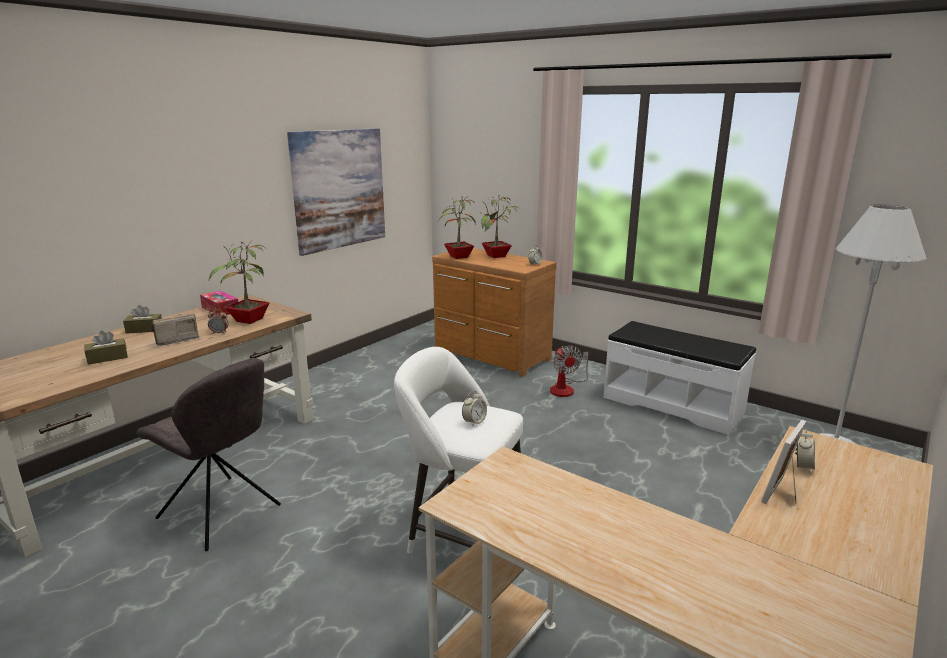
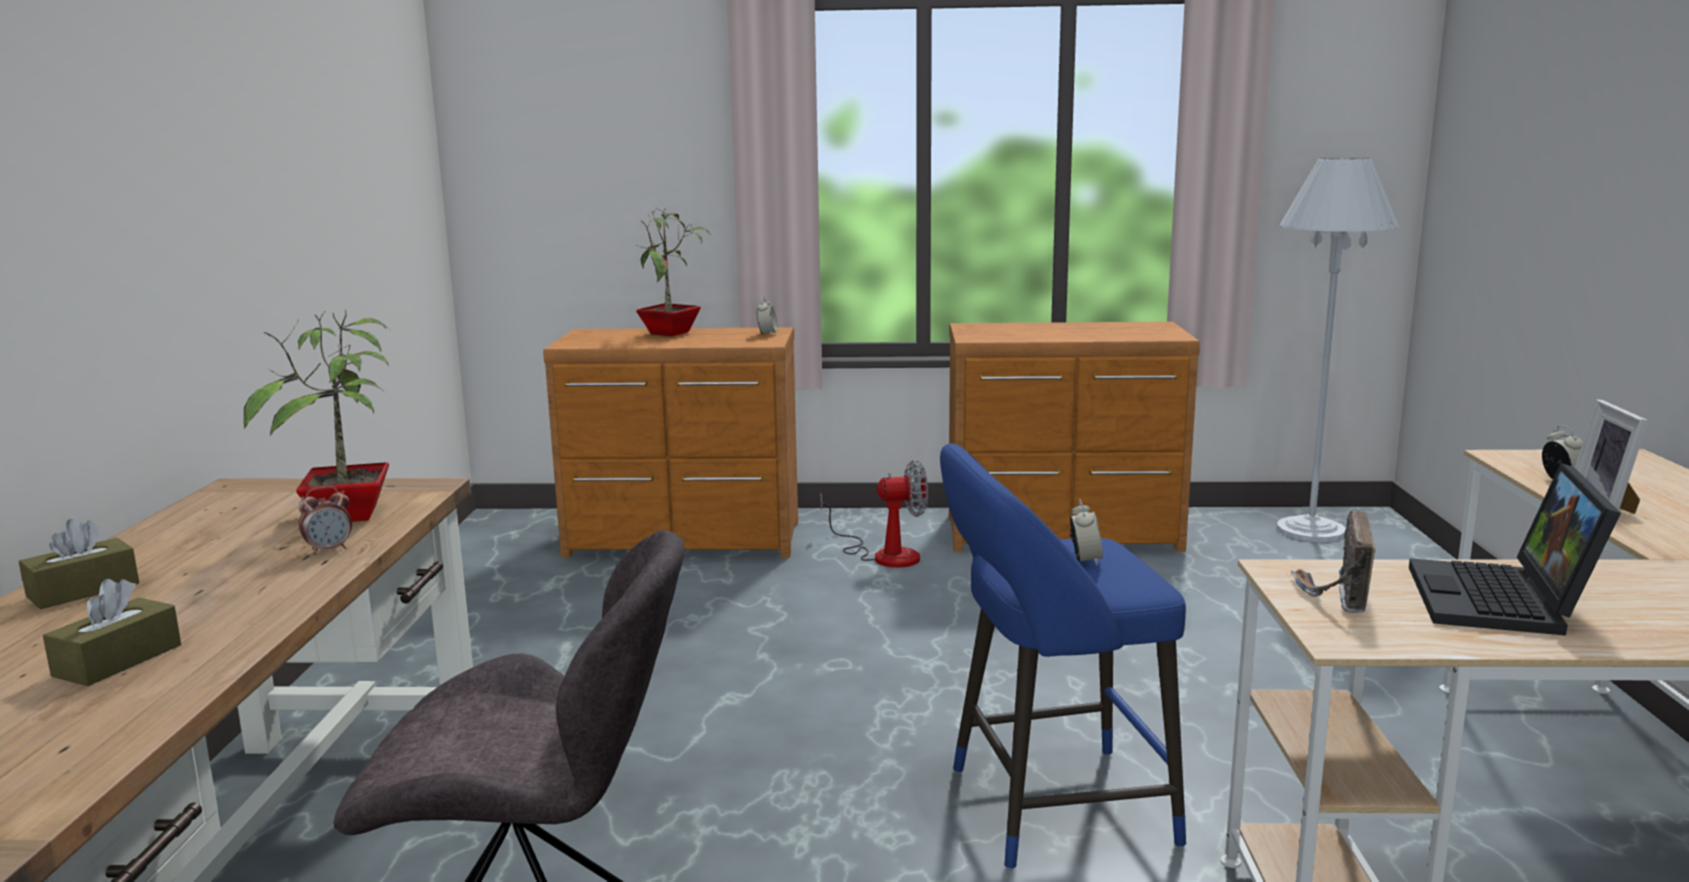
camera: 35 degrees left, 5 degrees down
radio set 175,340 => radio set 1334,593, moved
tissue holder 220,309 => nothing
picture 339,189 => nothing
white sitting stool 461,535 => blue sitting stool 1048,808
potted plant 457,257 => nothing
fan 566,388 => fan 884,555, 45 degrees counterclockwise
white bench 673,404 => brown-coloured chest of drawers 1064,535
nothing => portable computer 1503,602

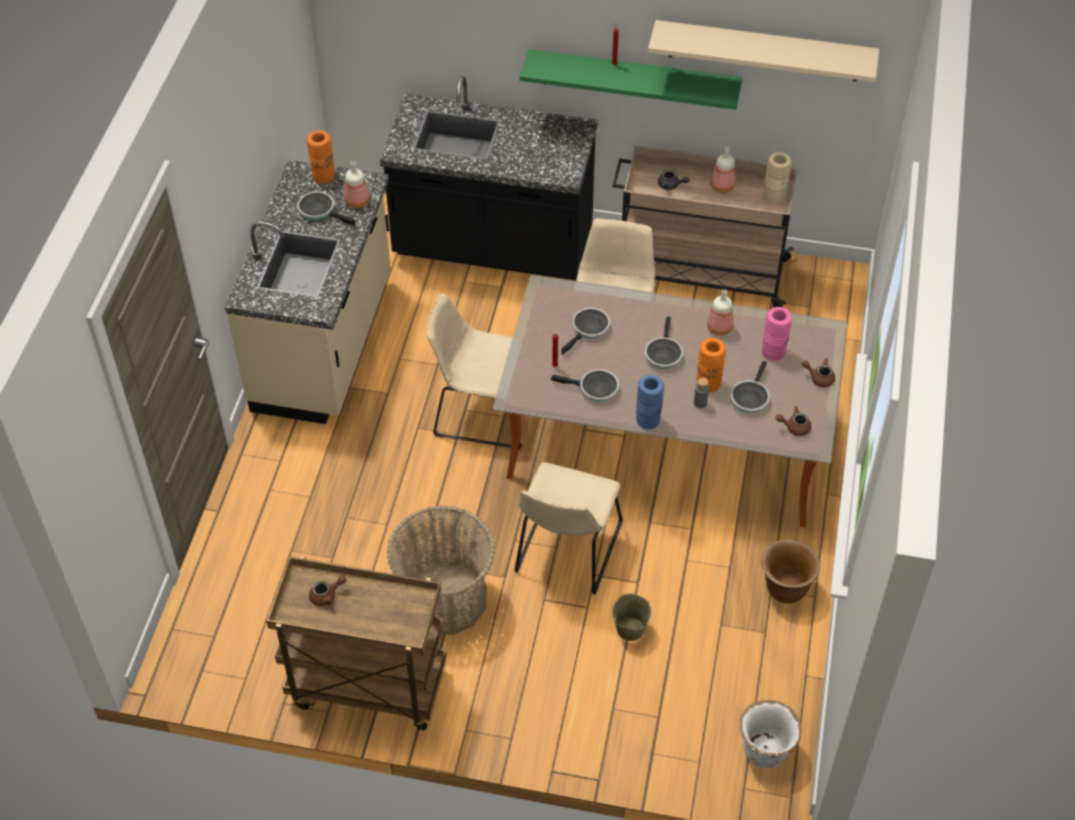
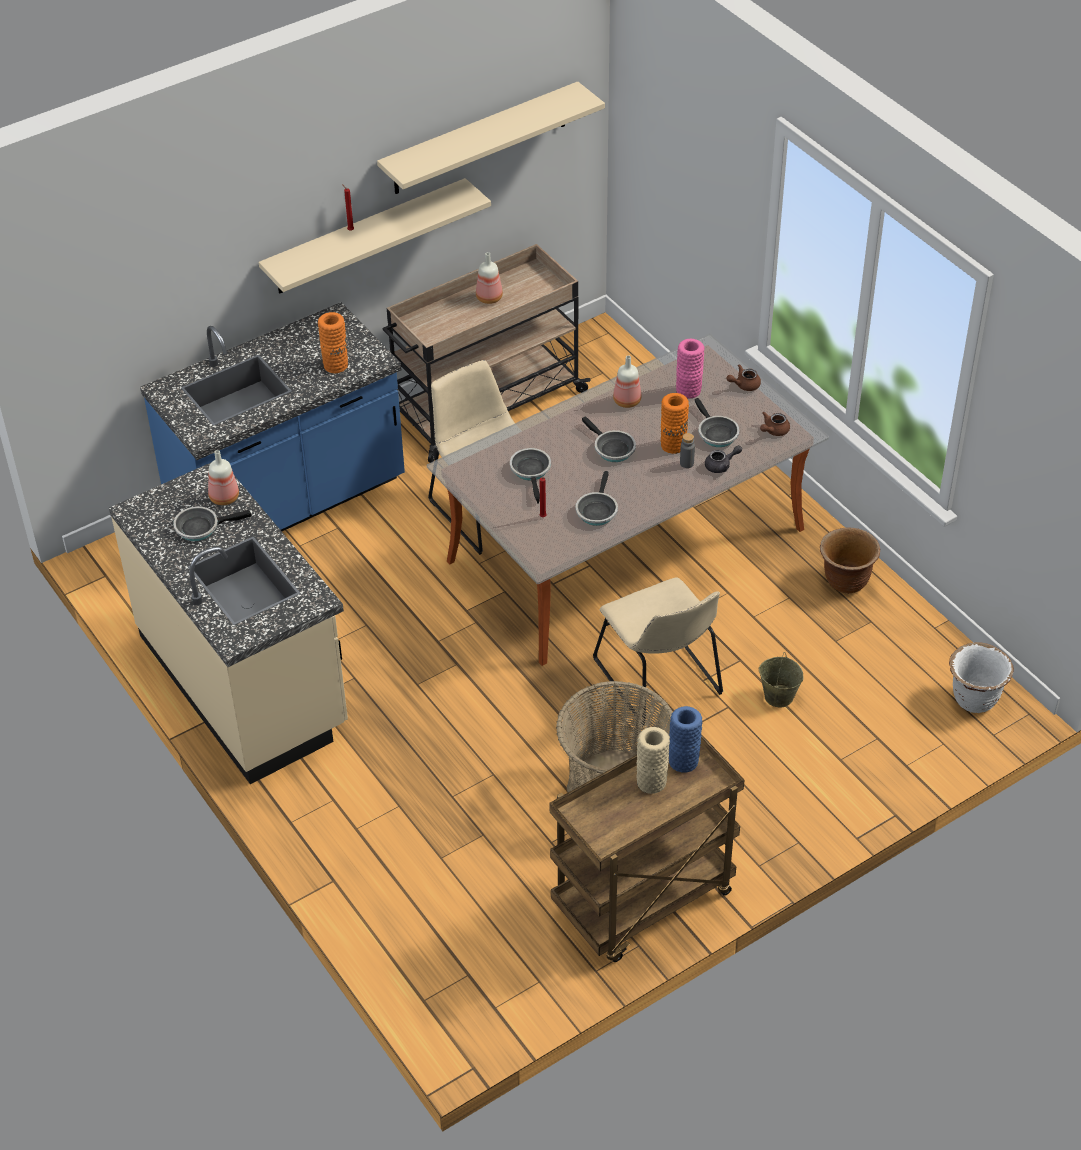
camera: 45 degrees left, 5 degrees down
orange vase 323,176 => orange vase 335,365, moved
brown-coloured teapot 327,595 => nothing
black kitchen base unit 493,248 => blue kitchen base unit 288,503
beige-coloured upright chair 480,411 => nothing
green-coloured bracket shelf 633,79 => beige-coloured bracket shelf 365,237
skillet 595,389 => skillet 597,510, 135 degrees clockwise
blue vase 648,420 => blue vase 683,761, moved
grey teapot 671,185 => grey teapot 721,465, moved
beige-coloured vase 774,197 => beige-coloured vase 651,782, moved

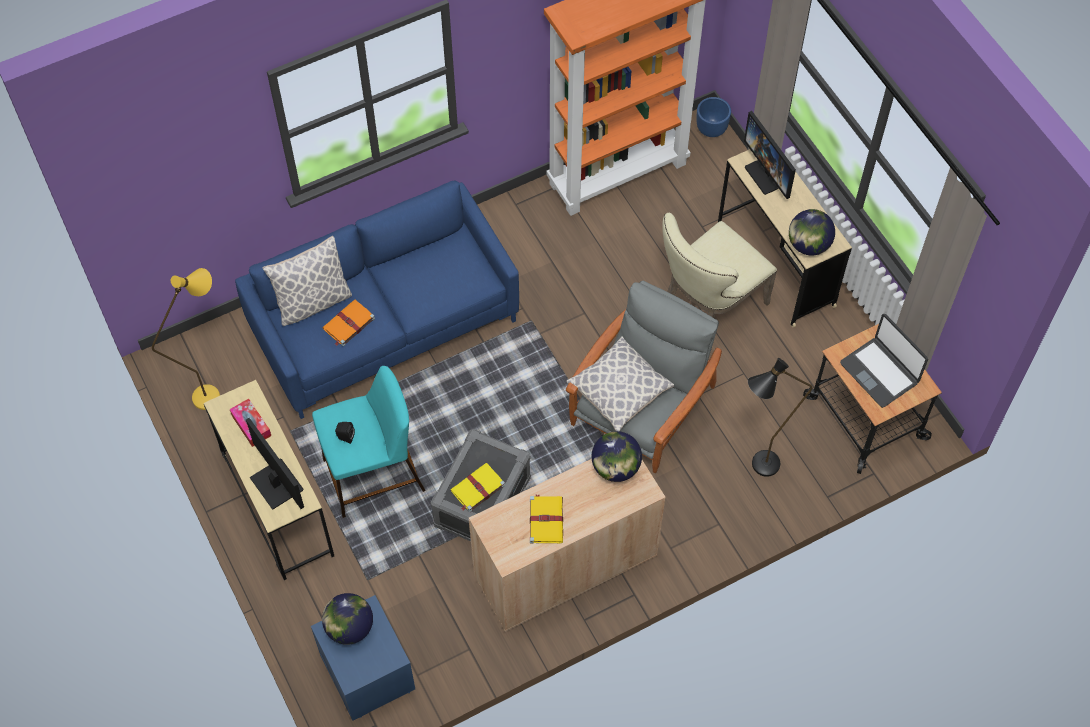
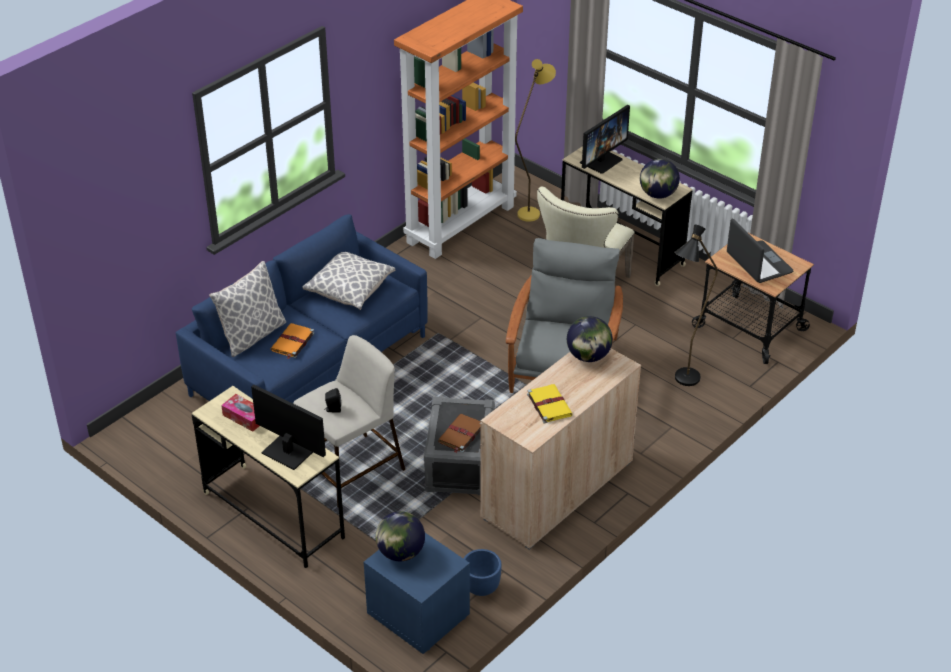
camera: 20 degrees left, 20 degrees down
yellow-coloured standard lamp 214,391 => yellow-coloured standard lamp 532,210, moved
blue-green sitting stool 372,476 => beige-coloured sitting stool 351,472
yellow-coloured volume 477,488 => brown-coloured volume 460,435
pillow 619,391 => pillow 350,290, moved
blue planter 711,129 => blue planter 482,587, moved
monitor 769,174 => monitor 601,161, 90 degrees counterclockwise
portable computer 879,372 => portable computer 758,263, 150 degrees counterclockwise

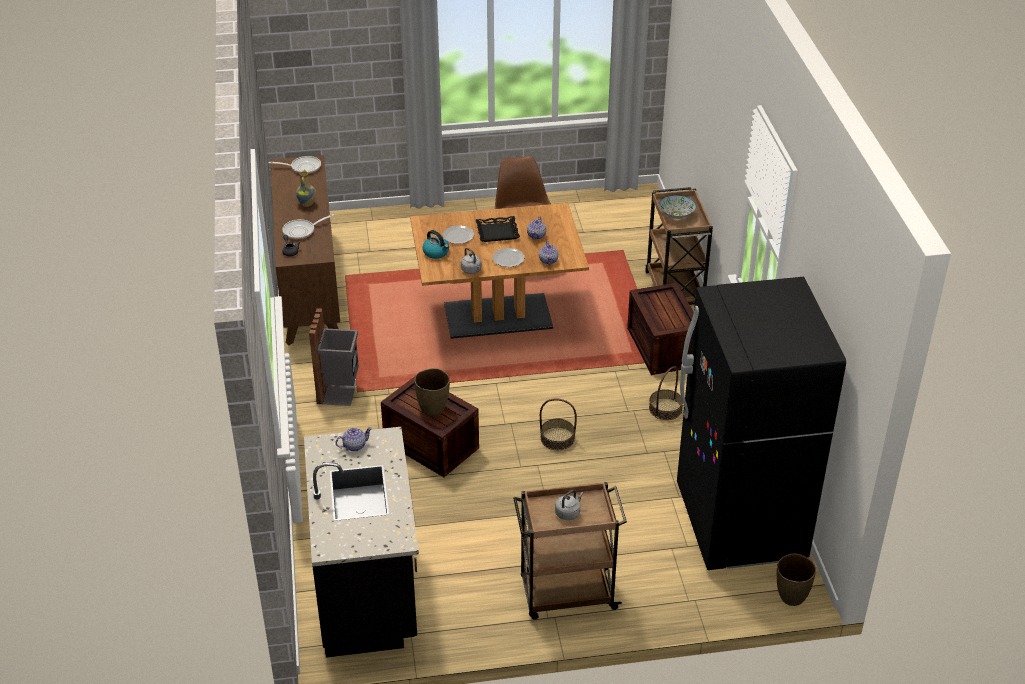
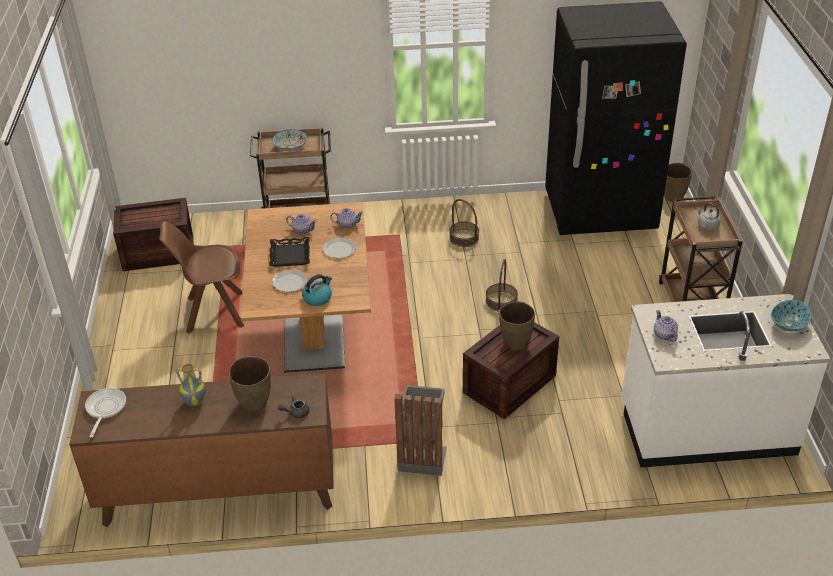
camera: 85 degrees left, 0 degrees up
skillet 302,231 => brown-coloured vase 254,404
black kitchen base unit 367,587 => white kitchen base unit 706,427
grey water kettle 472,270 => nothing
shipping crate 662,346 => shipping crate 157,252, moved
nothing => bowl 788,325

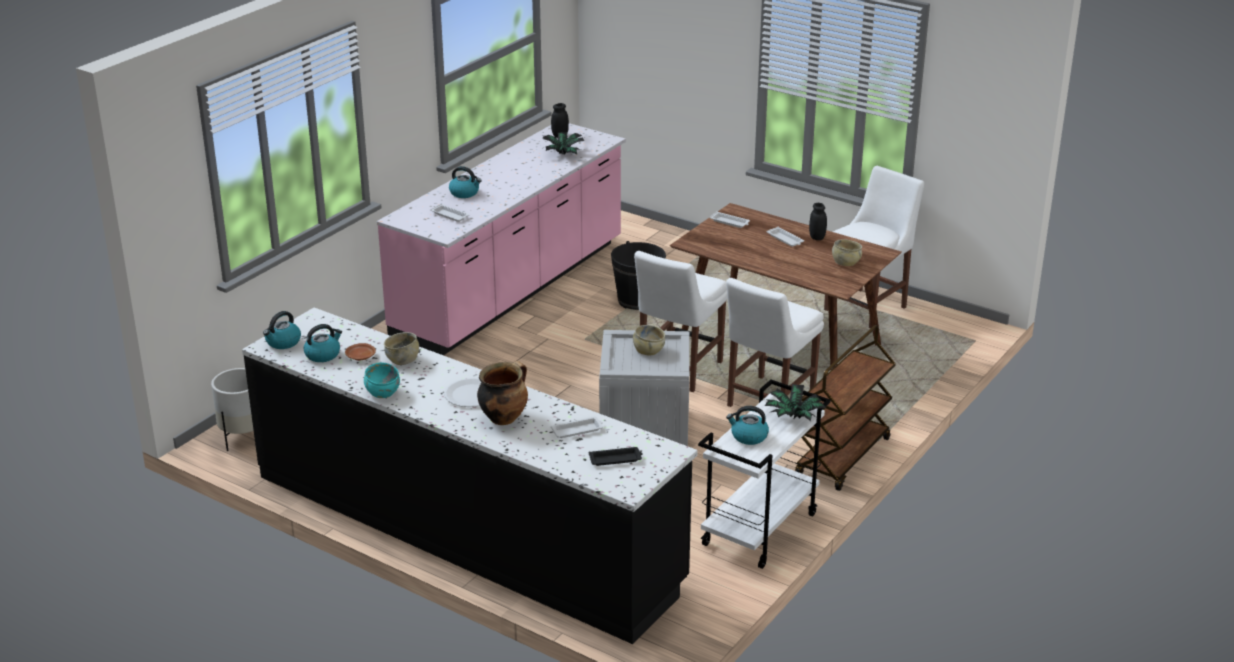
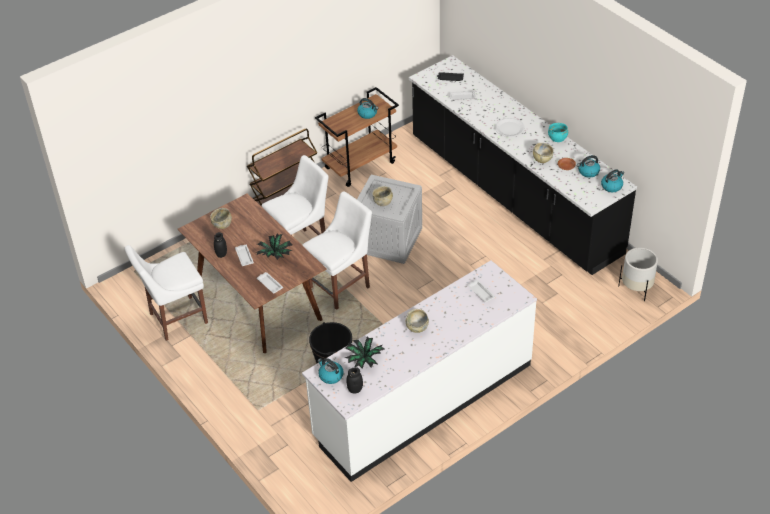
camera: 160 degrees left, 15 degrees up
pink-coloured kitchen base unit 511,290 => white kitchen base unit 423,401
water kettle 465,193 => water kettle 330,376, moved
cooking pot 504,417 => nothing
white cart 760,530 => brown-coloured cart 360,165
potted plant 794,417 => potted plant 275,255, moved
nothing => beige-coloured bowl 417,327

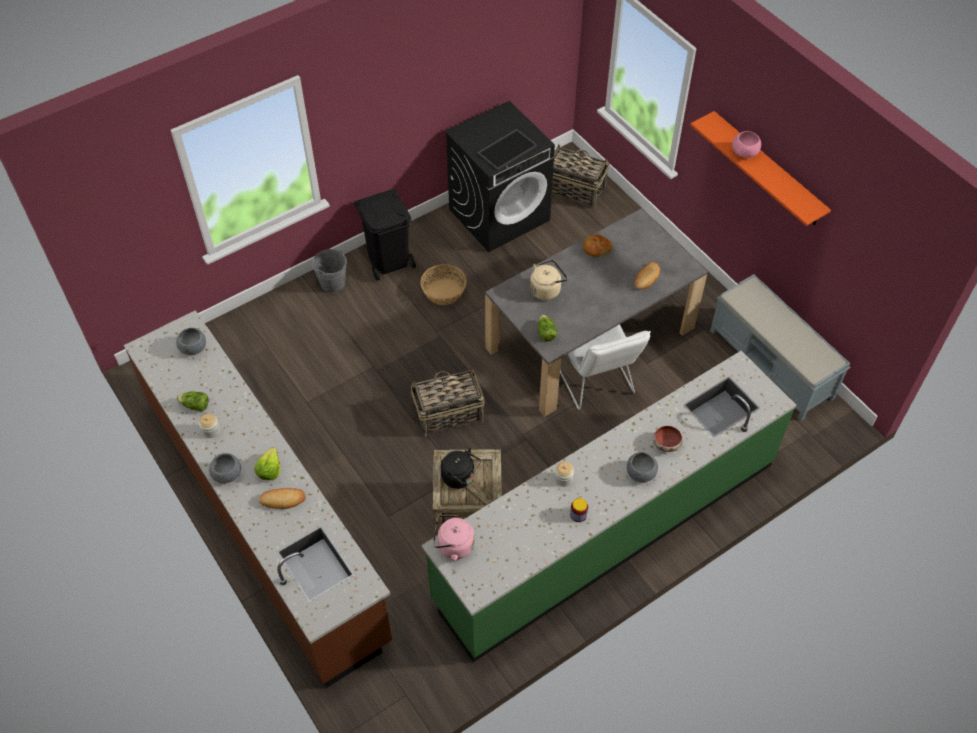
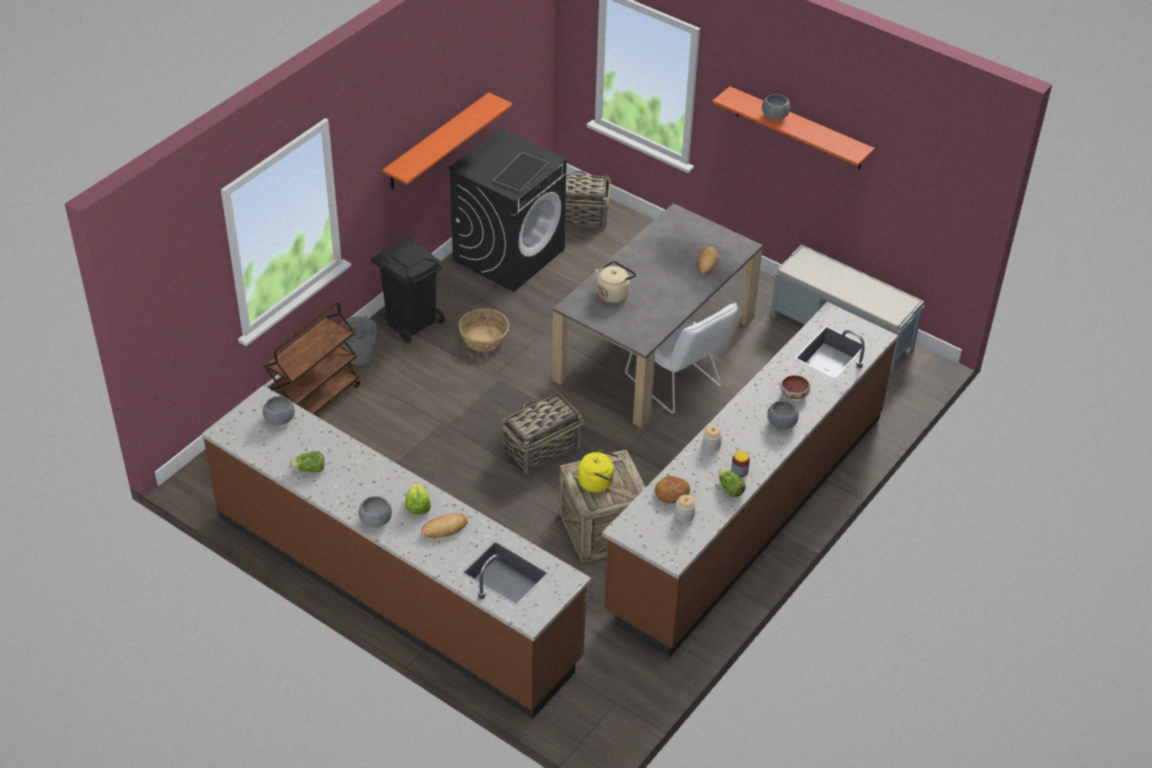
camera: 20 degrees left, 10 degrees down
preserve jar 211,431 => preserve jar 684,515, moved
green-coloured kitchen base unit 606,530 => brown-coloured kitchen base unit 747,511
pink-coloured water kettle 453,546 => nothing
black water kettle 460,477 => yellow-coloured water kettle 598,482
lettuce head 545,333 => lettuce head 730,489, moved
baked bread 596,248 => baked bread 671,493, moved
pink-coloured bowl 744,152 => grey bowl 775,116
nothing => brown-coloured cart 315,402
nothing => orange bracket shelf 437,142

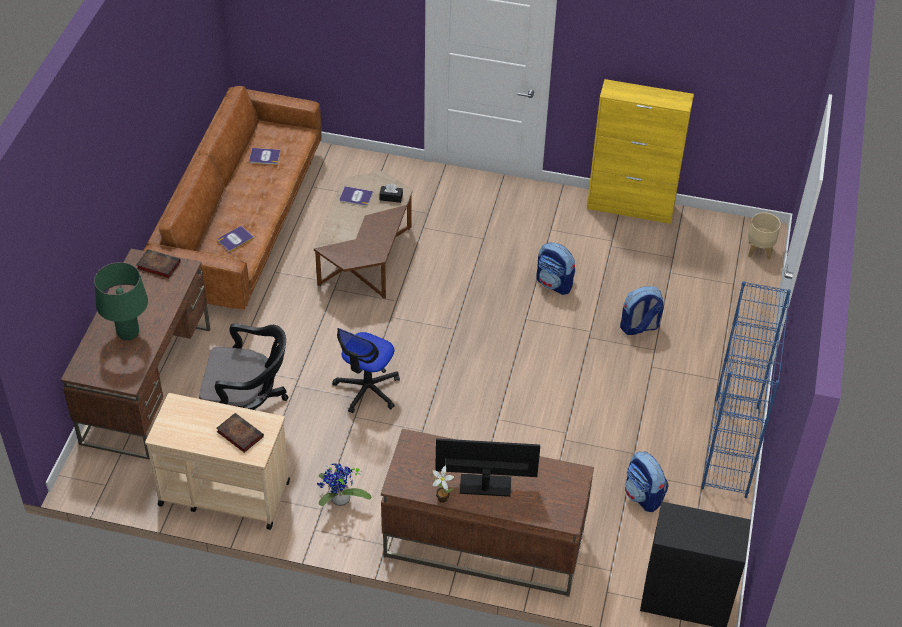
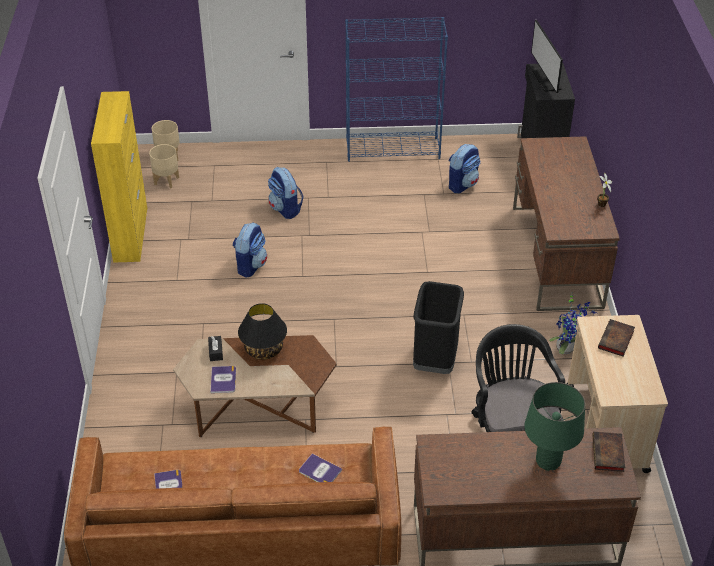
camera: 105 degrees left, 5 degrees down
volume 157,265 => volume 608,454, moved
desk chair 367,389 => black rubbish bin 435,361
monitor 485,485 => monitor 546,80, moved
nothing => beige-coloured planter 166,181
nothing => black lamp for a table 264,349

